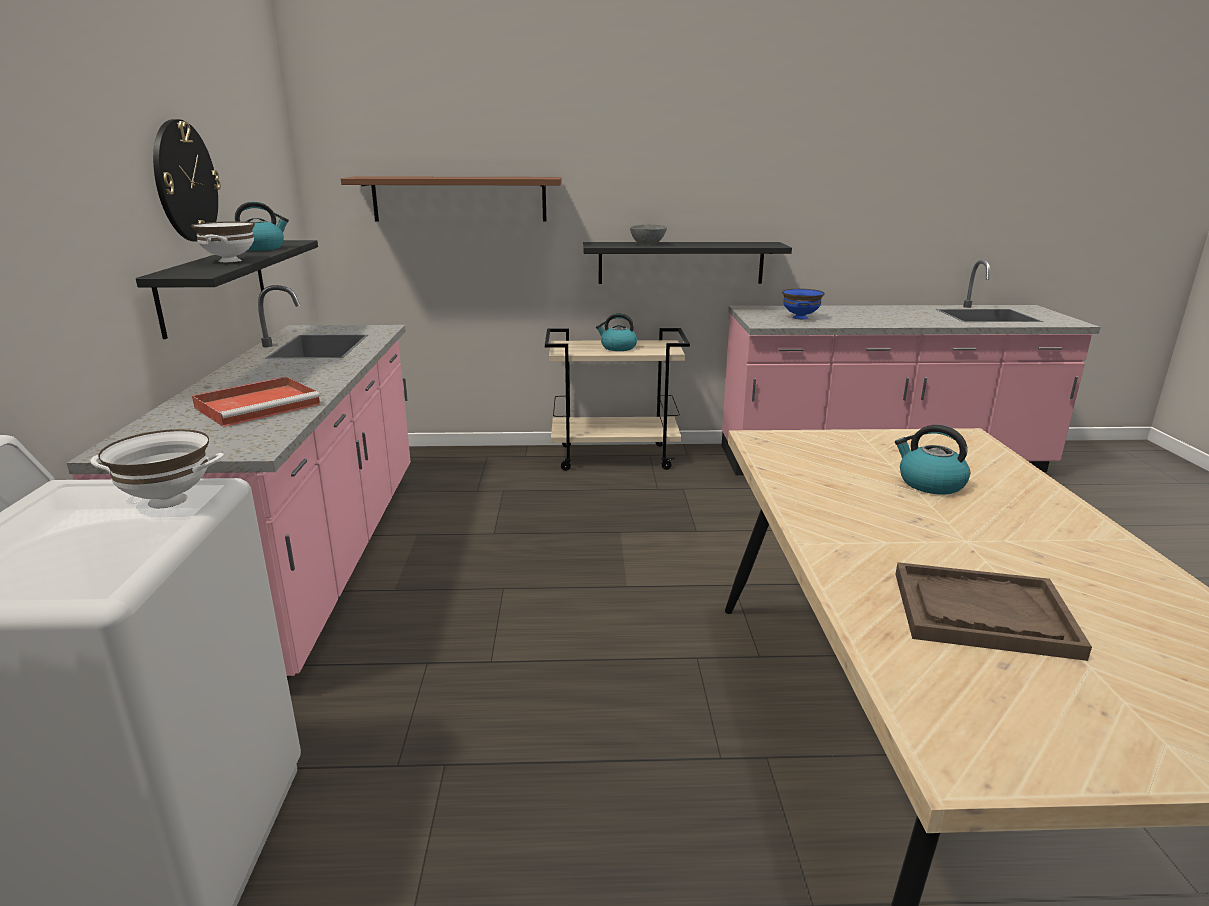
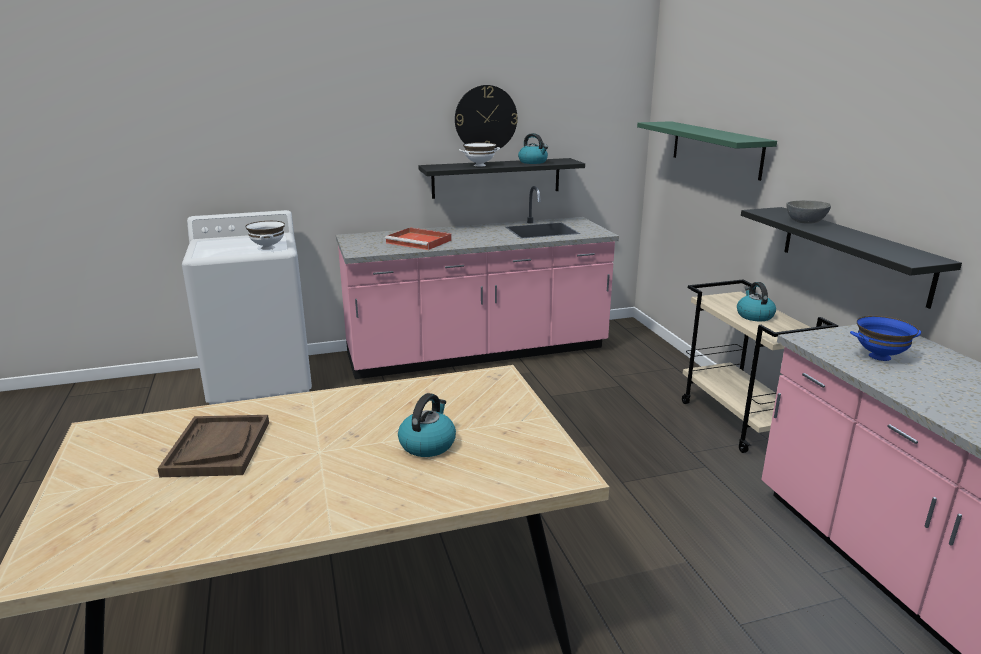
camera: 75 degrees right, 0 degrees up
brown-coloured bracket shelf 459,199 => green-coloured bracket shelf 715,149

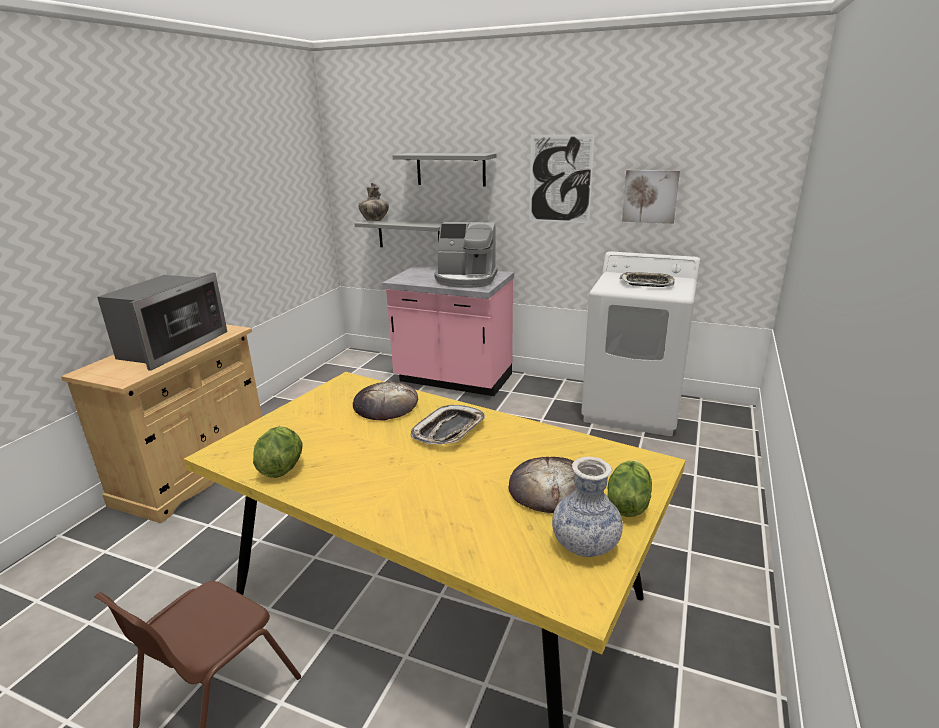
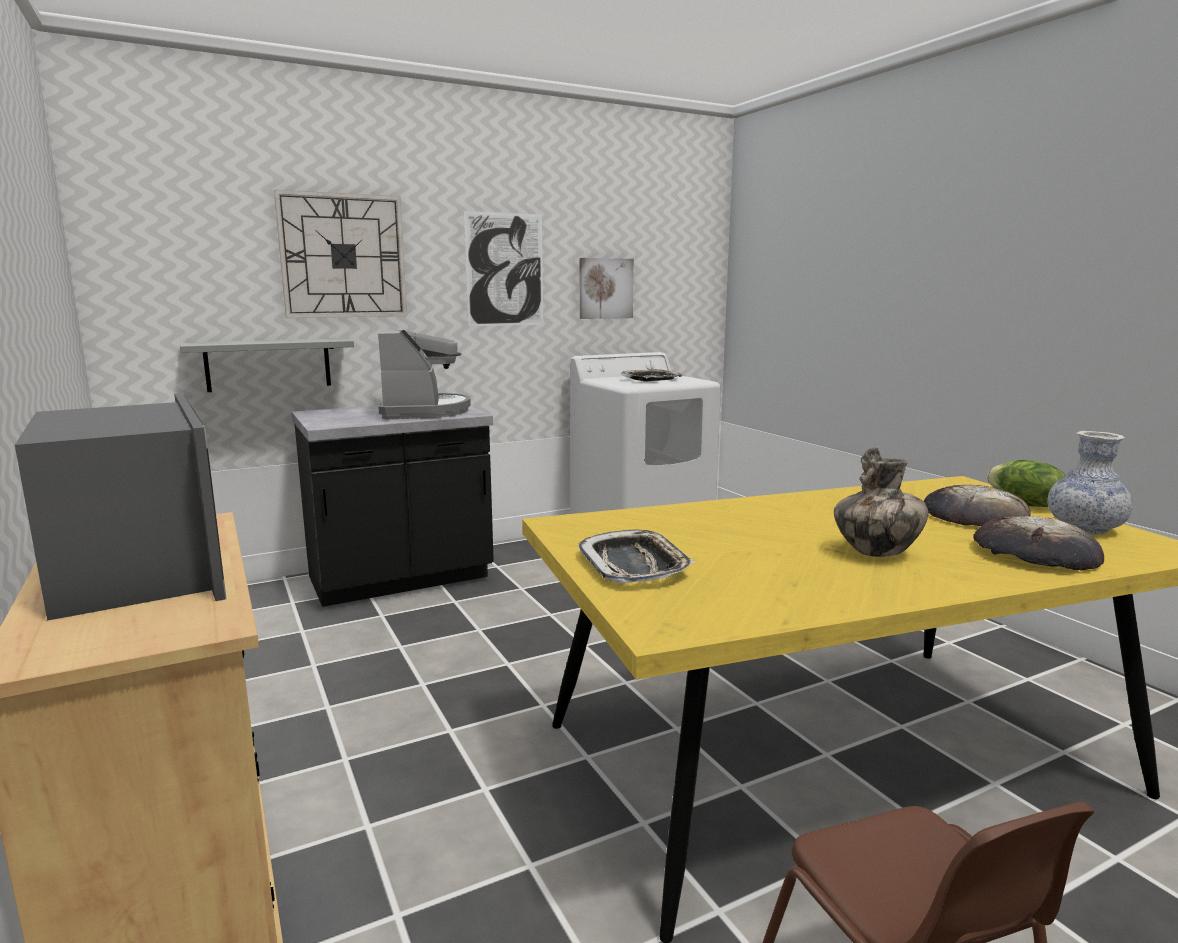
camera: 50 degrees left, 10 degrees down
lettuce head 282,468 => nothing
baked bread 385,405 => baked bread 1034,553, moved
vase 374,220 => vase 877,553, moved
pink-coloured kitchen base unit 453,380 => black kitchen base unit 401,580
grey bracket shelf 450,169 => clock on the wall 343,256
carrying tray 449,430 => carrying tray 634,565, moved
coffee brewer 466,279 => coffee brewer 424,411, 60 degrees counterclockwise

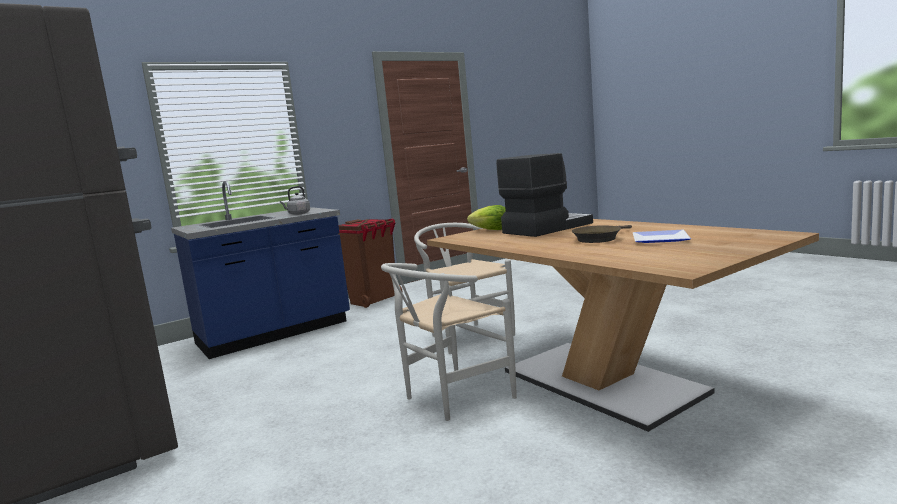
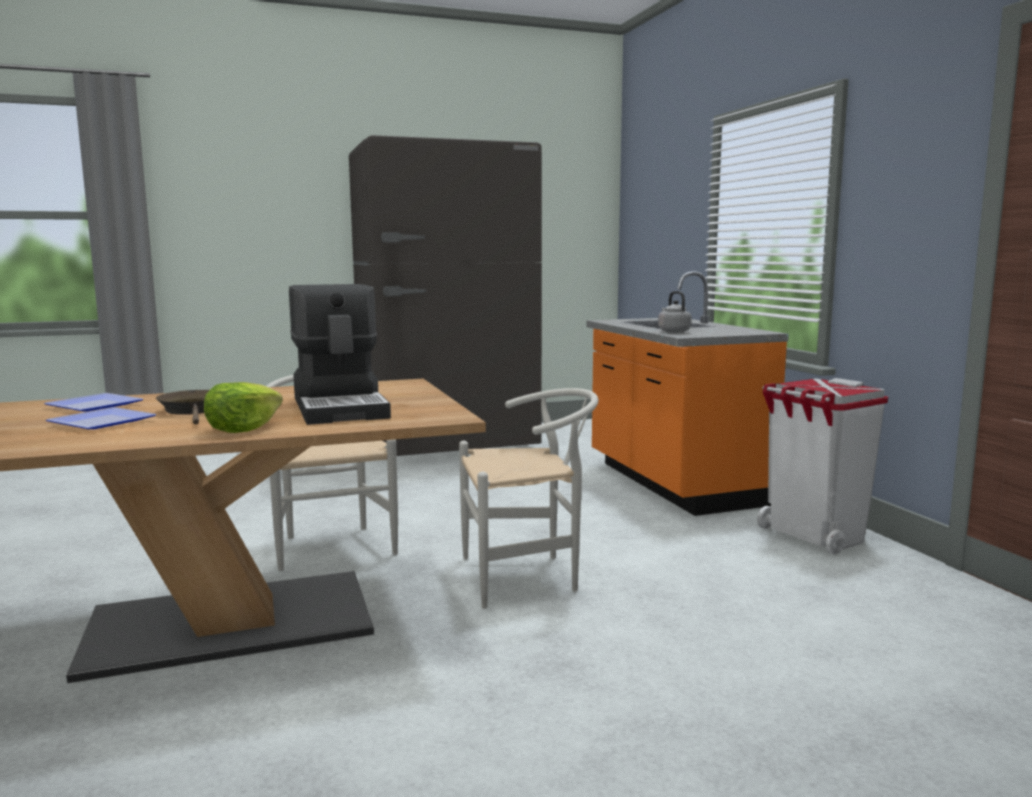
camera: 105 degrees right, 0 degrees up
blue kitchen base unit 274,333 => orange kitchen base unit 672,483
brown-coloured rubbish bin 374,300 => white rubbish bin 814,537
lettuce head 491,230 => lettuce head 243,428, moved
nothing => flat dish 93,406

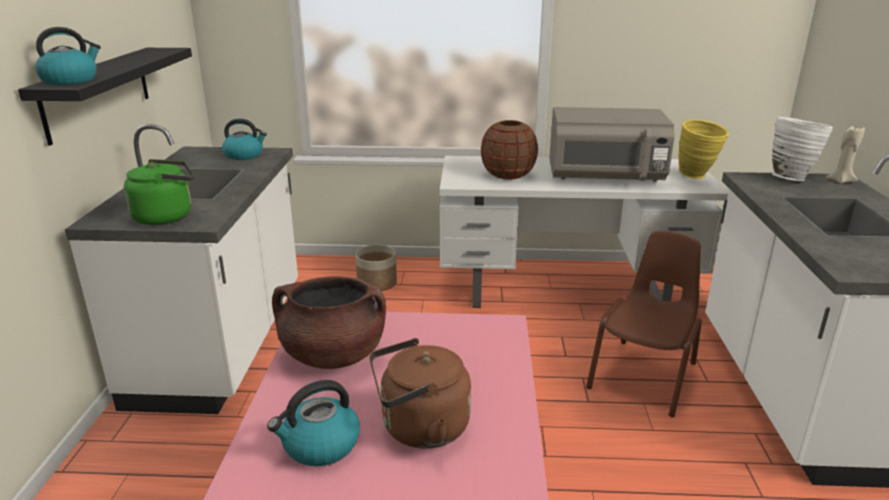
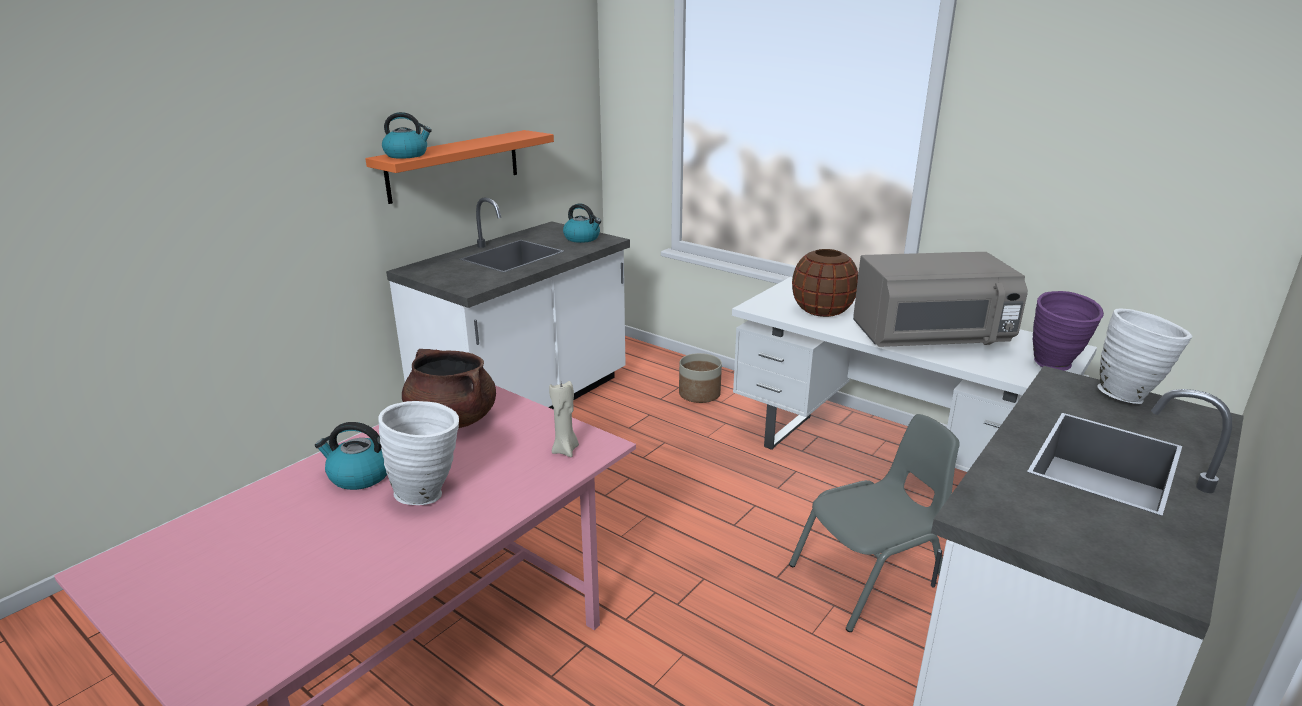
camera: 35 degrees right, 0 degrees up
black bracket shelf 98,92 => orange bracket shelf 454,165
green-coloured water kettle 167,216 => nothing
brown-coloured water kettle 420,428 => white vase 430,492
grey kitchen microwave 605,177 => grey kitchen microwave 930,339, 45 degrees counterclockwise
brown-coloured upright chair 644,376 => grey upright chair 869,580
yellow-coloured vase 697,177 => purple vase 1055,367
beige-coloured wax light 840,181 => beige-coloured wax light 565,450, moved

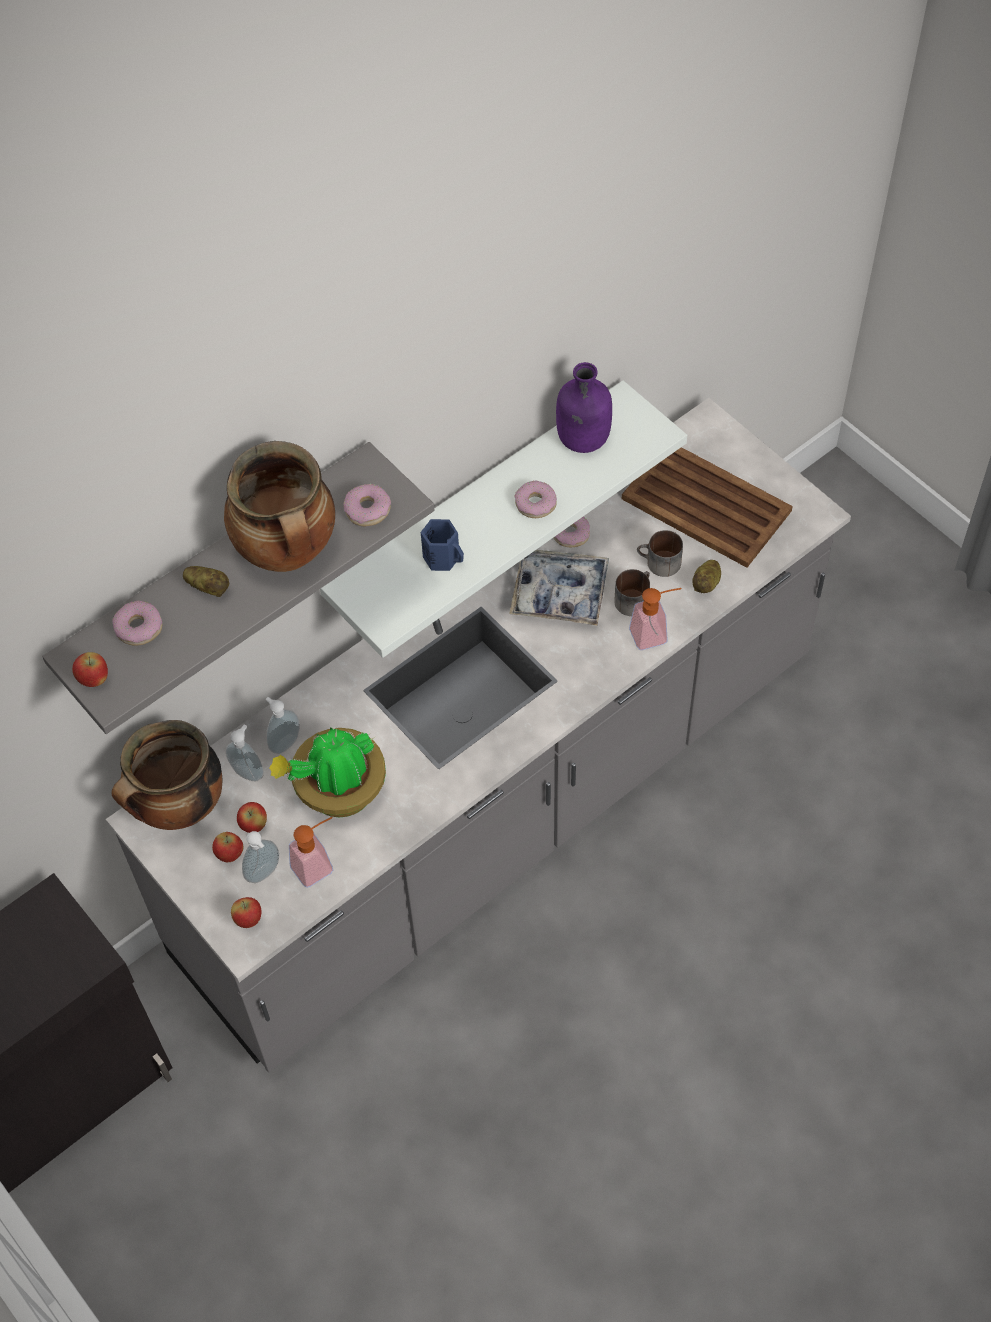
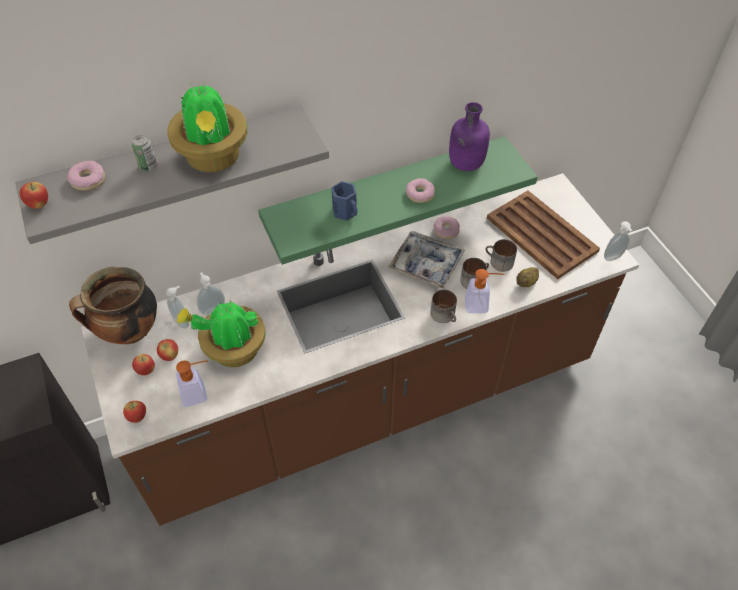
camera: 15 degrees right, 5 degrees down
grey kitchen base unit 501,808 => brown-coloured kitchen base unit 369,402
spud 208,587 => metal can 148,167
cooking pot 289,552 => potted plant 213,158
liquid soap bottle 265,874 => liquid soap bottle 613,258, moved
white bracket shelf 477,504 => green-coloured bracket shelf 386,191
donut 368,510 => nothing
nothing => mug 445,315

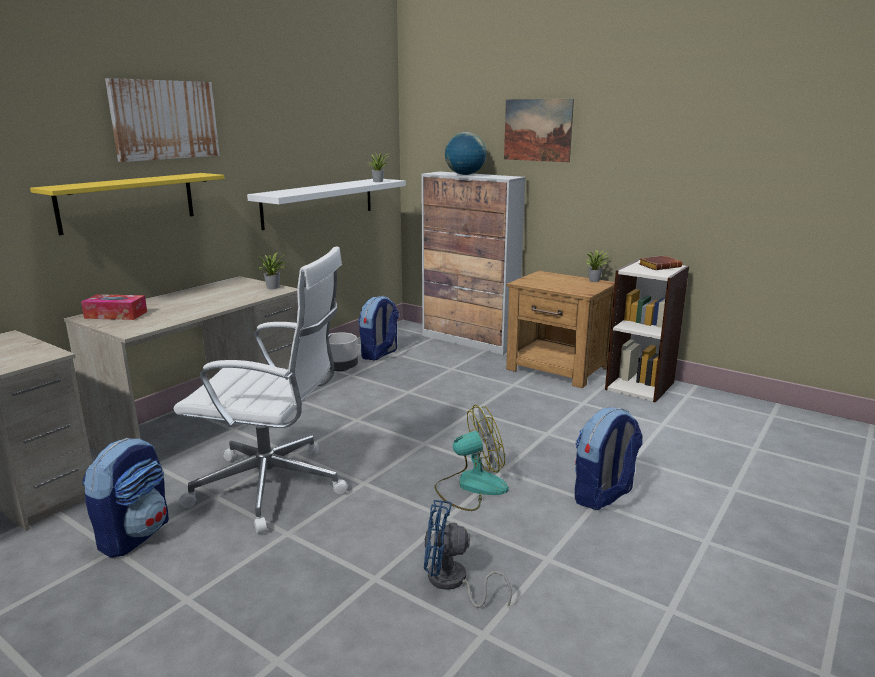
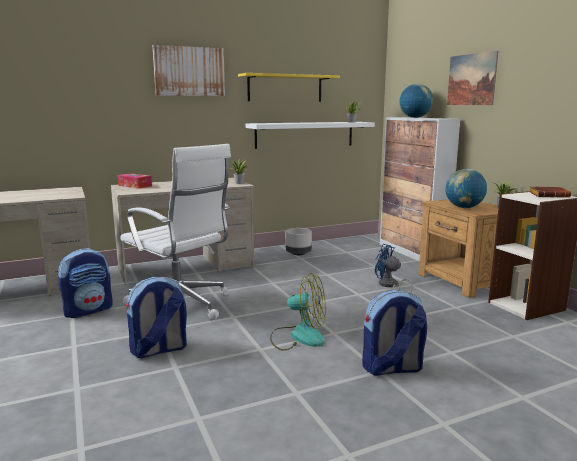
camera: 30 degrees right, 5 degrees down
yellow-coloured bracket shelf 127,202 => yellow-coloured bracket shelf 285,88, moved
knapsack 379,354 => knapsack 159,350, moved
blue fan 452,583 => blue fan 389,286, moved
nothing => globe 464,207

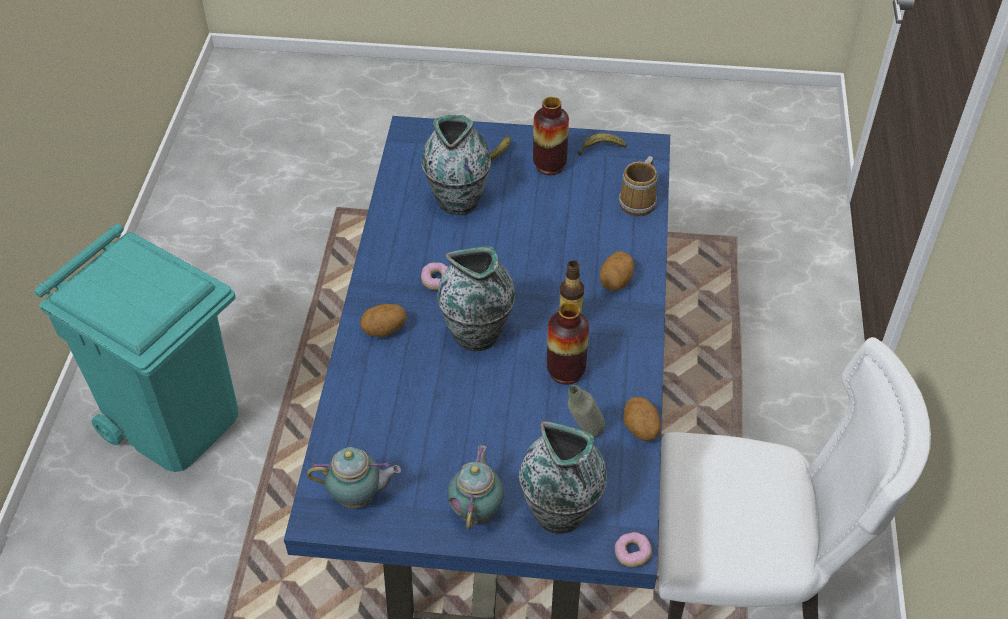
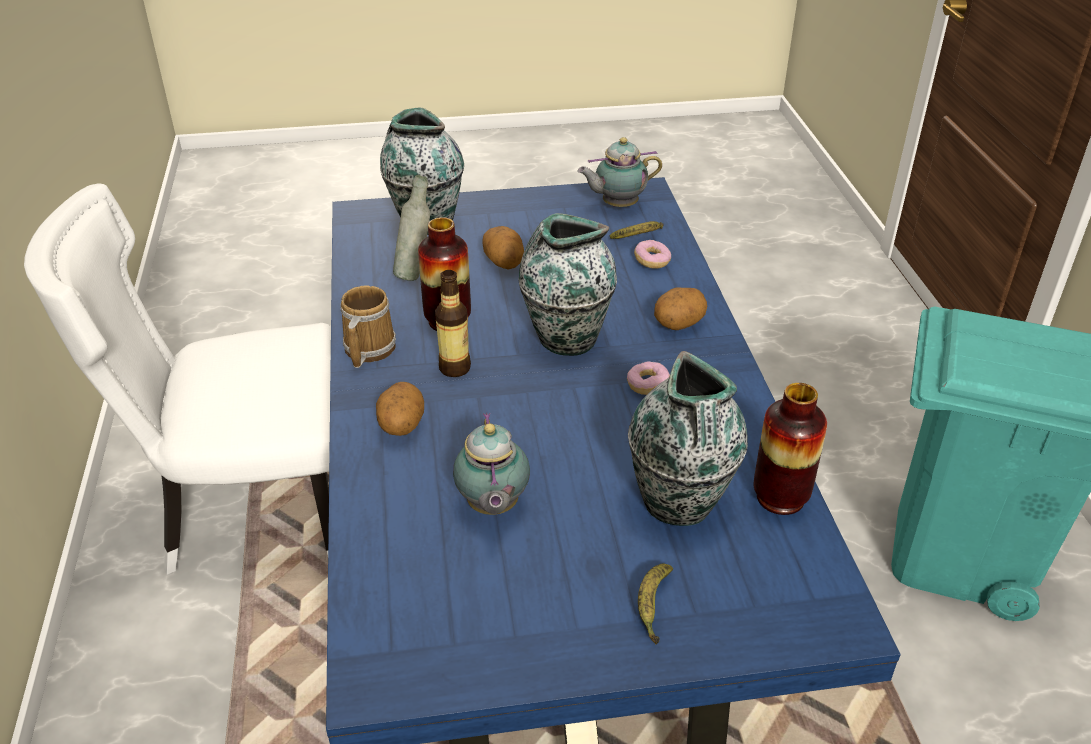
camera: 165 degrees right, 10 degrees down
teapot 477,509 => teapot 492,507, moved
vase 549,165 => vase 780,497, moved
whole banana 600,149 => whole banana 639,237, moved
donut 632,554 => donut 652,261, moved
mug 639,202 => mug 367,349, moved
spud 640,429 => spud 504,263, moved

